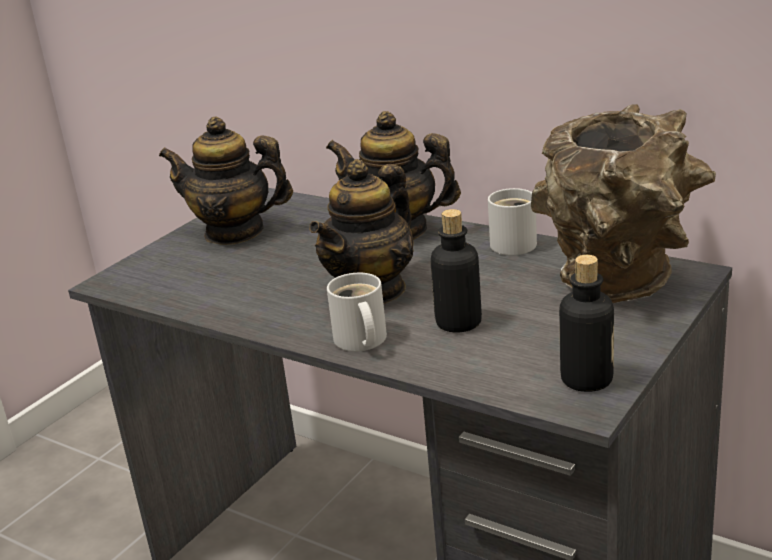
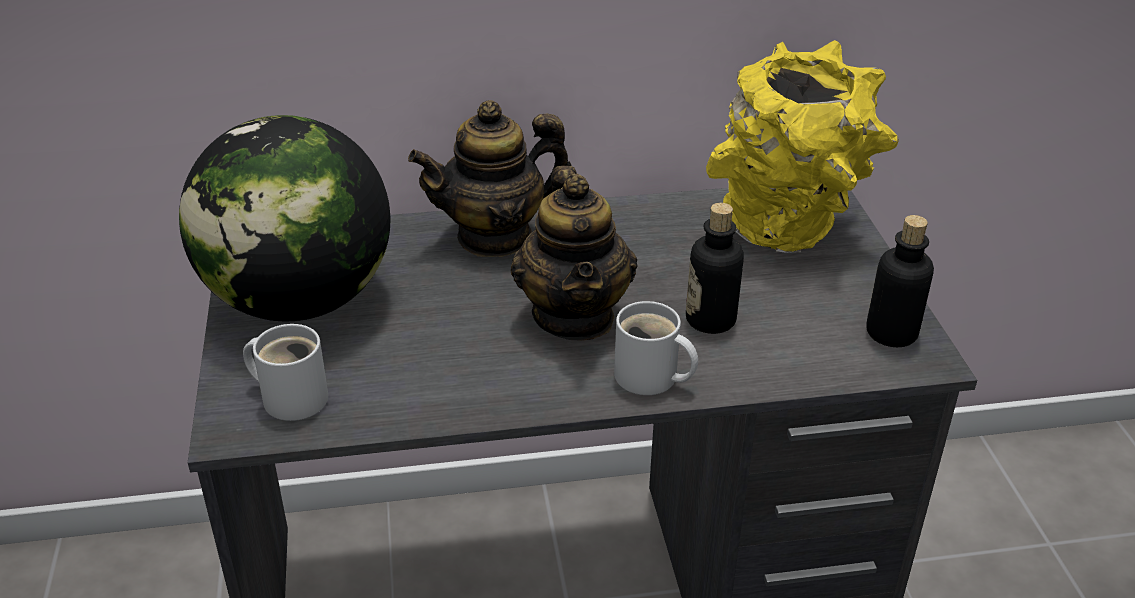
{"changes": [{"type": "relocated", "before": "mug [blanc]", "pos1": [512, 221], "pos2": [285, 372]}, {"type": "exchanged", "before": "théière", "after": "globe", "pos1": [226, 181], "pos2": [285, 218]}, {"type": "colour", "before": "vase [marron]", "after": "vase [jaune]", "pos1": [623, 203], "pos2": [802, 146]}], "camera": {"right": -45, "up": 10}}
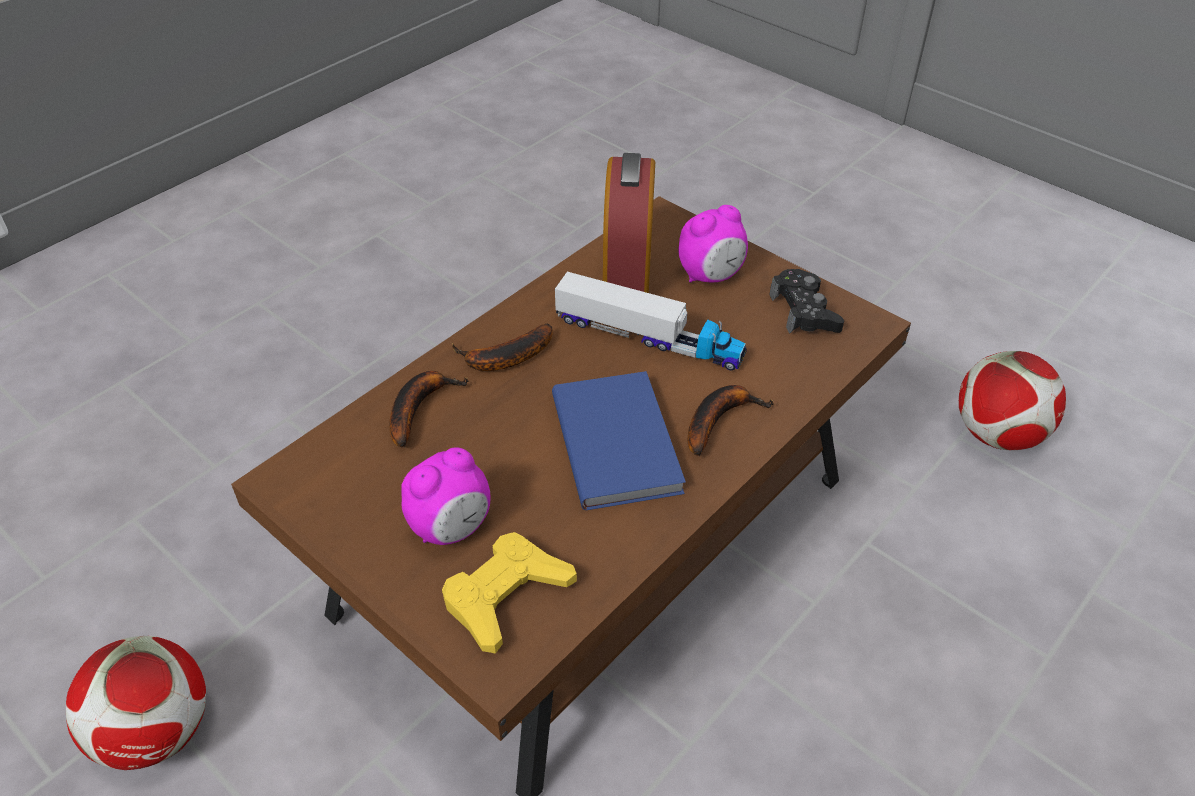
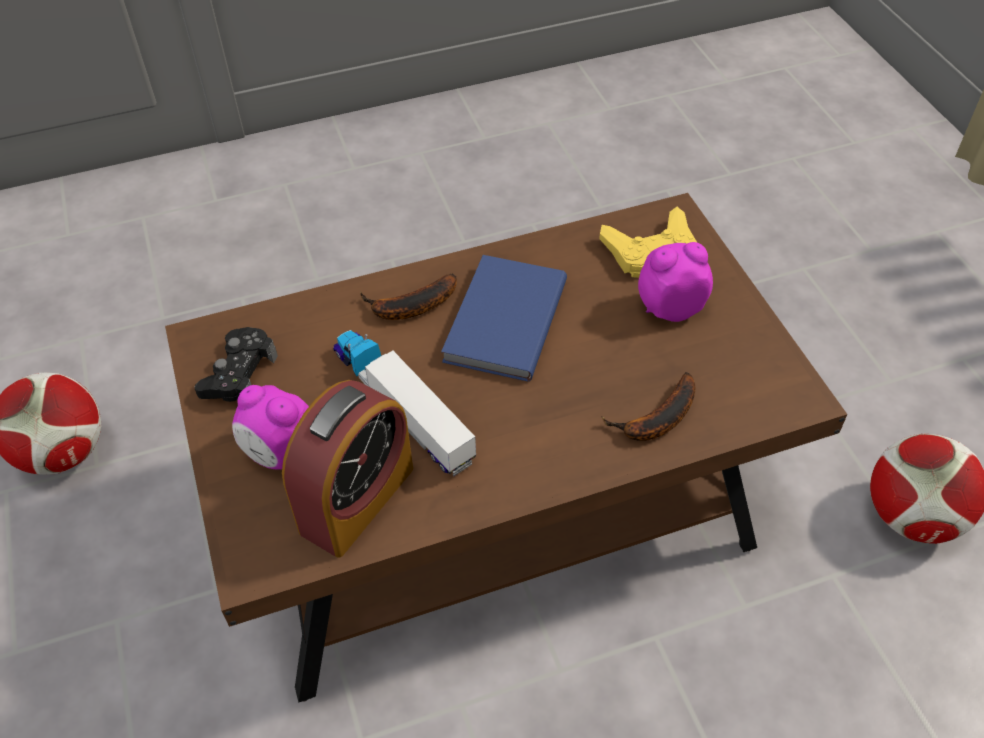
{"changes": [{"type": "missing", "before": "banane", "pos1": [501, 347]}, {"type": "spun", "before": "réveil", "pos1": [713, 244], "pos2": [270, 427], "turn": -150}], "camera": {"right": -150, "up": 5}}
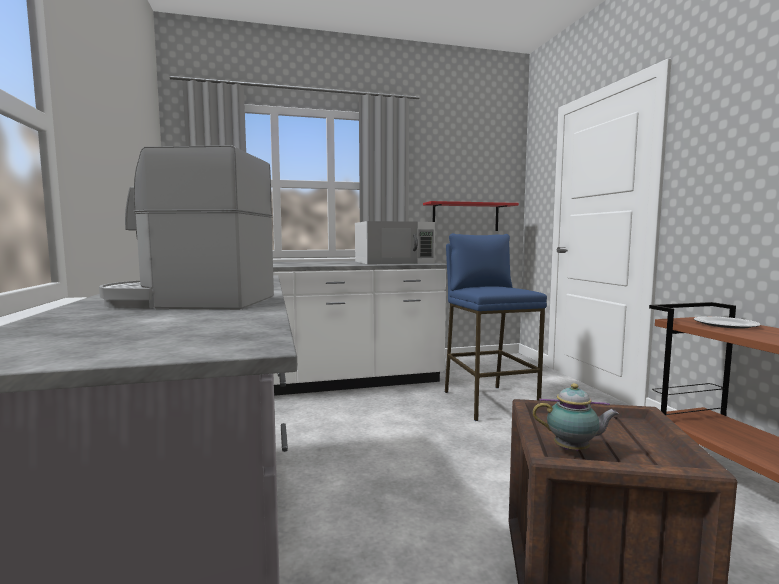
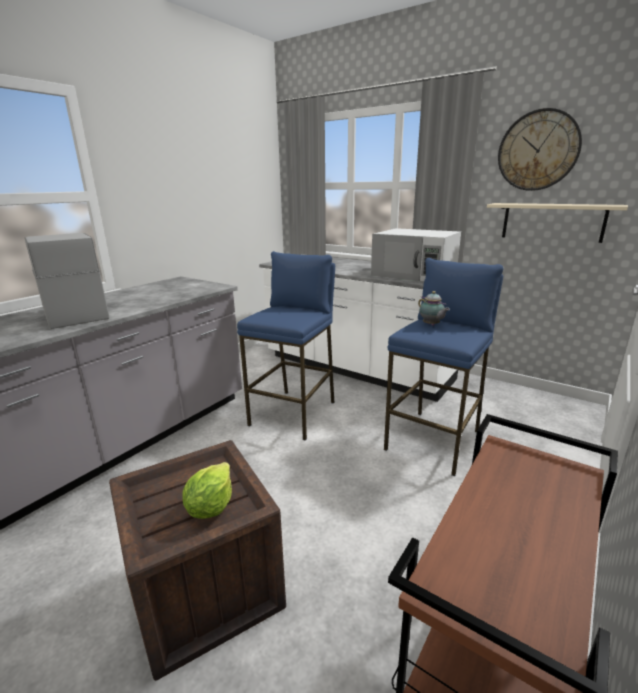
{"changes": [{"type": "missing", "before": "assiette", "pos1": [727, 322]}, {"type": "appeared", "after": "laitue", "pos2": [207, 490]}, {"type": "appeared", "after": "tabouret [bleu]", "pos2": [286, 345]}, {"type": "appeared", "after": "horloge murale", "pos2": [540, 149]}, {"type": "relocated", "before": "théière", "pos1": [575, 417], "pos2": [434, 308]}, {"type": "colour", "before": "étagère [rouge]", "after": "étagère [beige]", "pos1": [471, 216], "pos2": [557, 223]}], "camera": {"right": 50, "up": 15}}
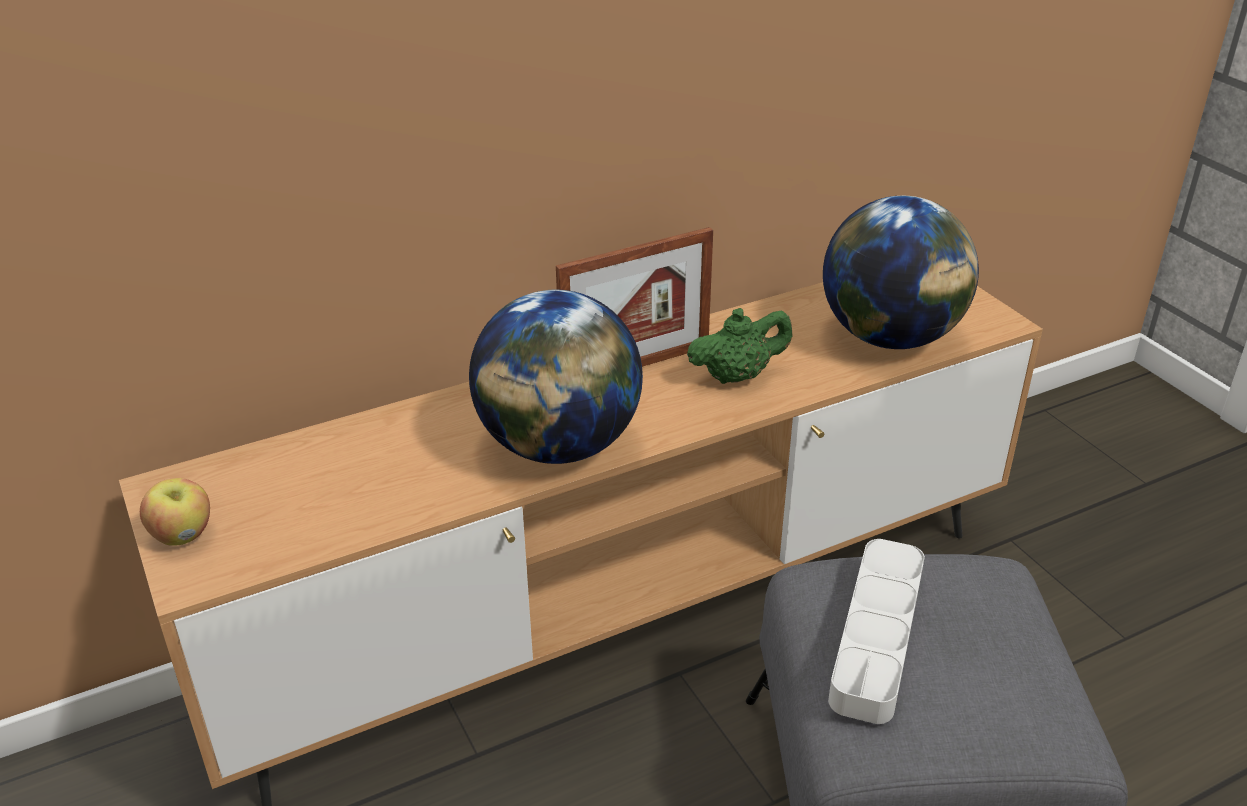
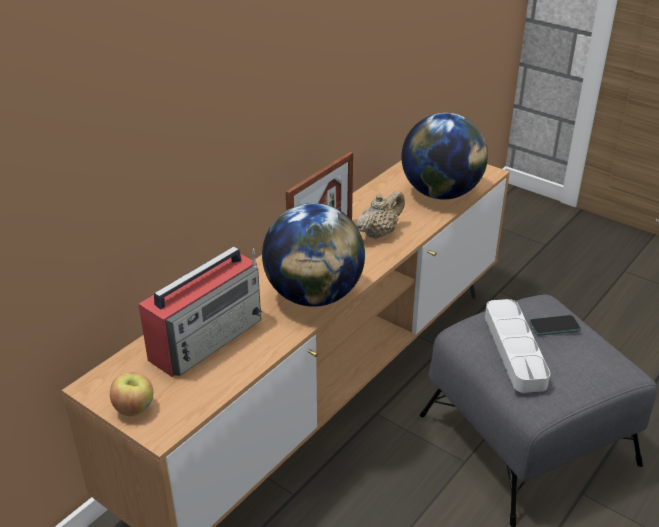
{"changes": [{"type": "appeared", "after": "radio", "pos2": [200, 311]}, {"type": "appeared", "after": "téléphone", "pos2": [555, 325]}, {"type": "colour", "before": "théière [vert]", "after": "théière [beige]", "pos1": [739, 346], "pos2": [380, 215]}], "camera": {"right": -25, "up": 0}}
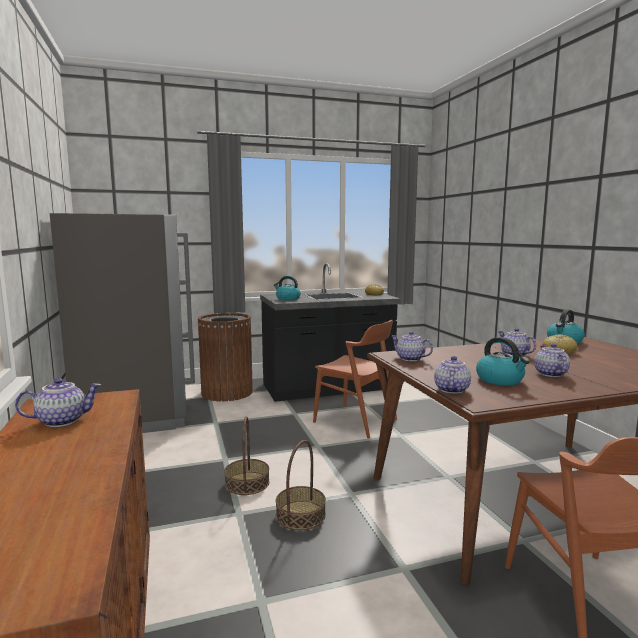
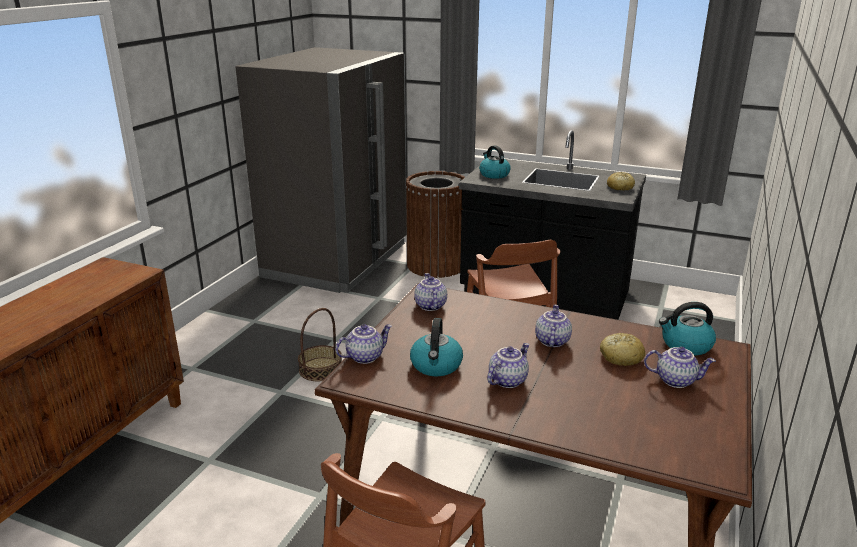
{"changes": [{"type": "missing", "before": "panier", "pos1": [301, 485]}, {"type": "relocated", "before": "théière", "pos1": [58, 402], "pos2": [680, 367]}], "camera": {"right": 40, "up": 15}}
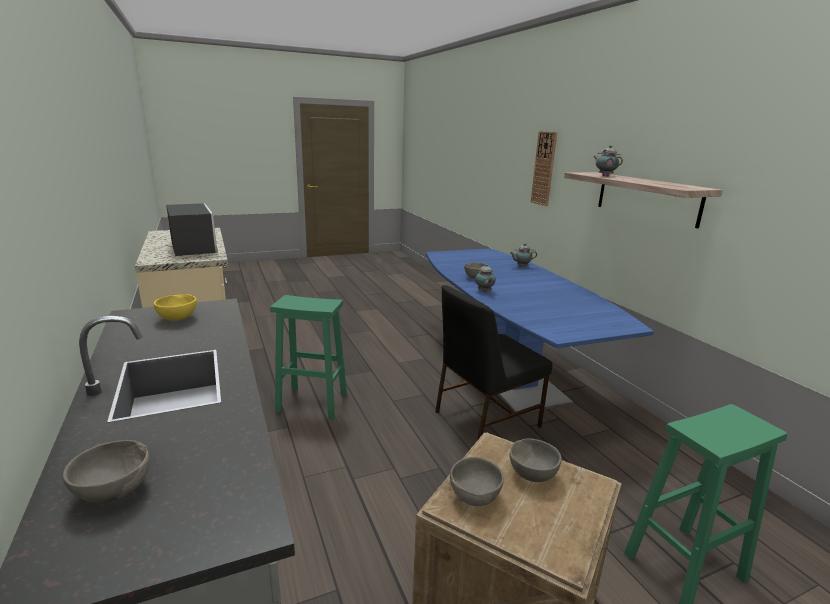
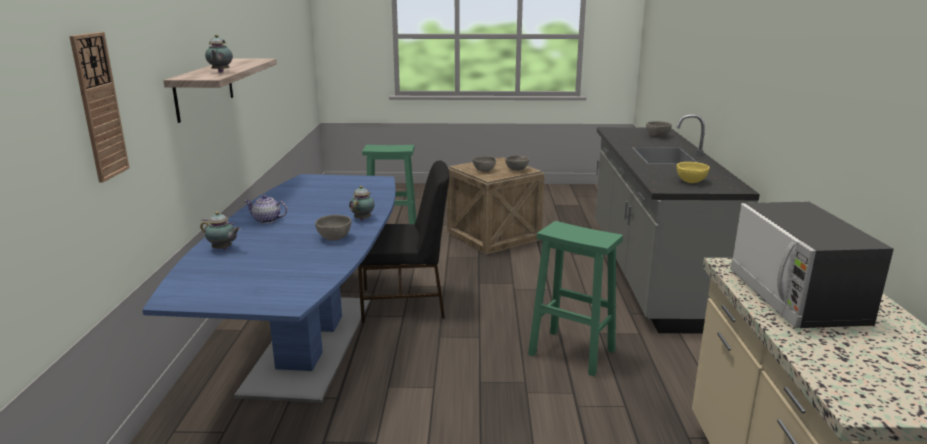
{"changes": [{"type": "appeared", "after": "théière", "pos2": [266, 209]}], "camera": {"right": -155, "up": 0}}
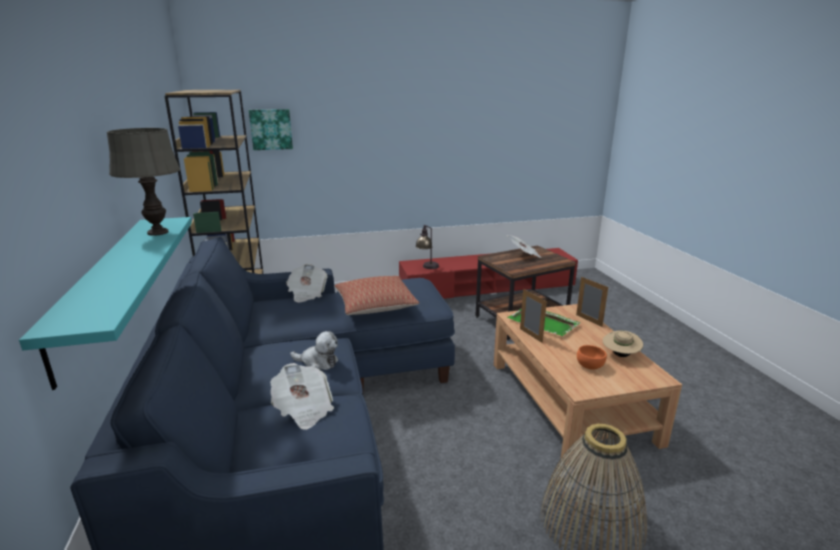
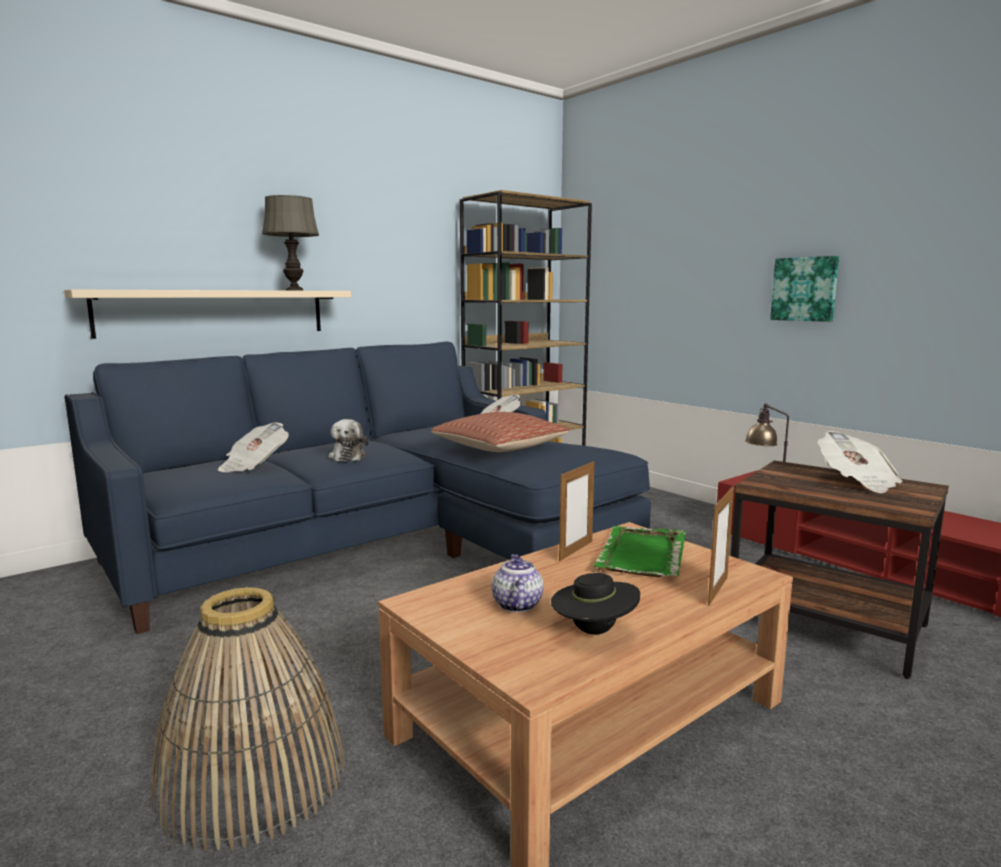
{"changes": [{"type": "relocated", "before": "tableau", "pos1": [271, 129], "pos2": [804, 289]}, {"type": "exchanged", "before": "bol [orange]", "after": "théière", "pos1": [592, 357], "pos2": [517, 583]}, {"type": "colour", "before": "étagère [turquoise]", "after": "étagère [beige]", "pos1": [105, 303], "pos2": [207, 314]}, {"type": "colour", "before": "chapeau [beige]", "after": "chapeau [noir]", "pos1": [623, 343], "pos2": [595, 600]}], "camera": {"right": 65, "up": -10}}
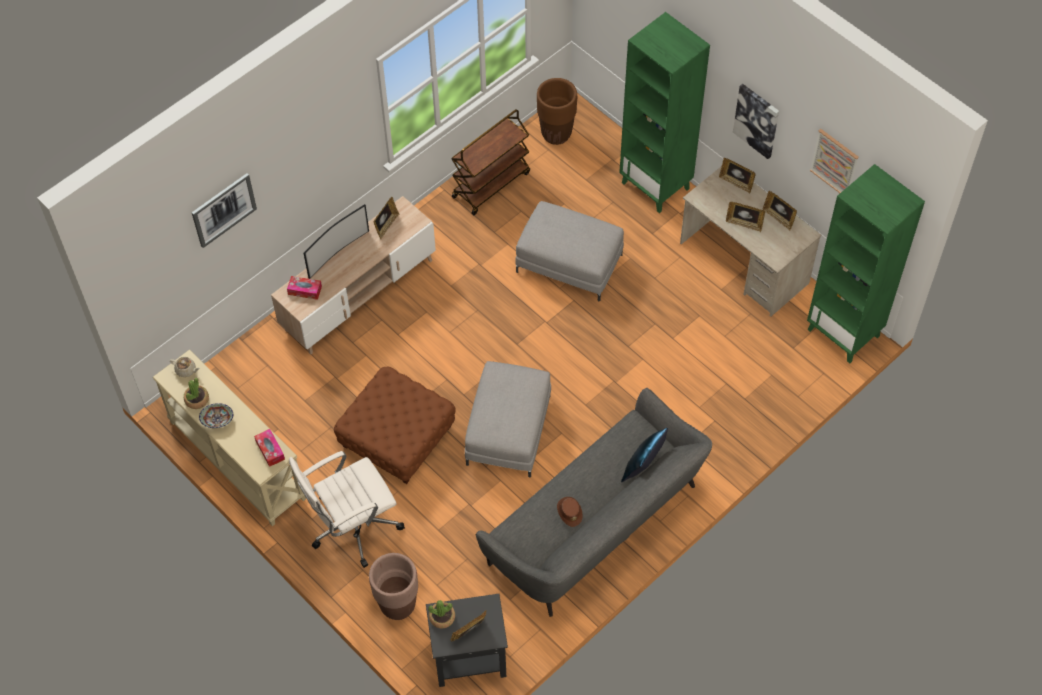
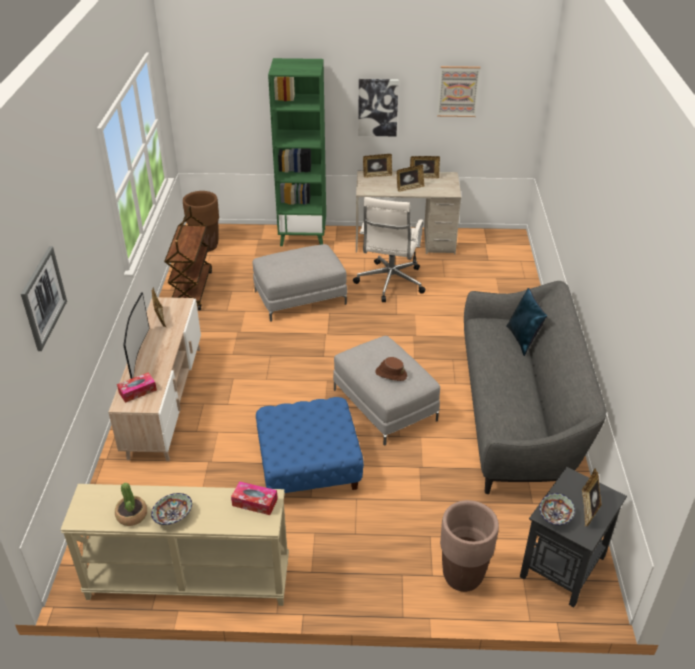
{"changes": [{"type": "missing", "before": "théière [beige]", "pos1": [185, 367]}, {"type": "missing", "before": "bibliothèque [vert]", "pos1": [866, 263]}, {"type": "relocated", "before": "chaise de bureau [blanc]", "pos1": [347, 509], "pos2": [389, 249]}, {"type": "relocated", "before": "chapeau [marron]", "pos1": [570, 512], "pos2": [391, 369]}, {"type": "exchanged", "before": "plante en pot", "after": "bol", "pos1": [441, 614], "pos2": [557, 509]}, {"type": "colour", "before": "pouf [marron]", "after": "pouf [bleu]", "pos1": [395, 425], "pos2": [310, 445]}], "camera": {"right": -45, "up": -20}}
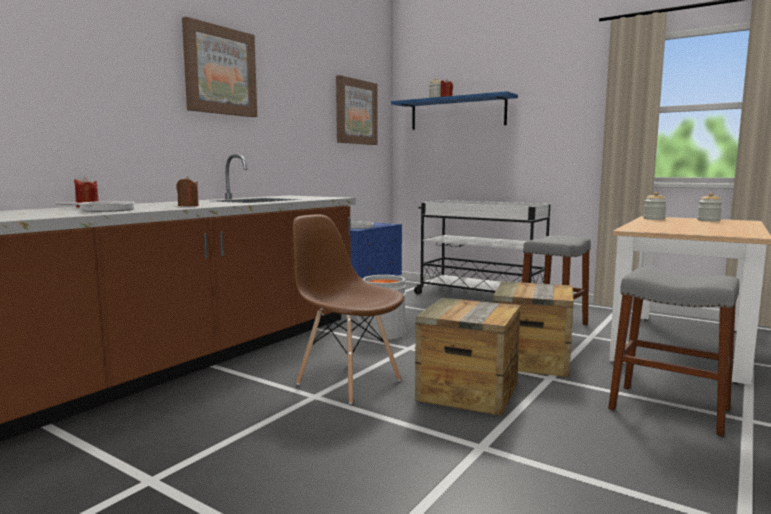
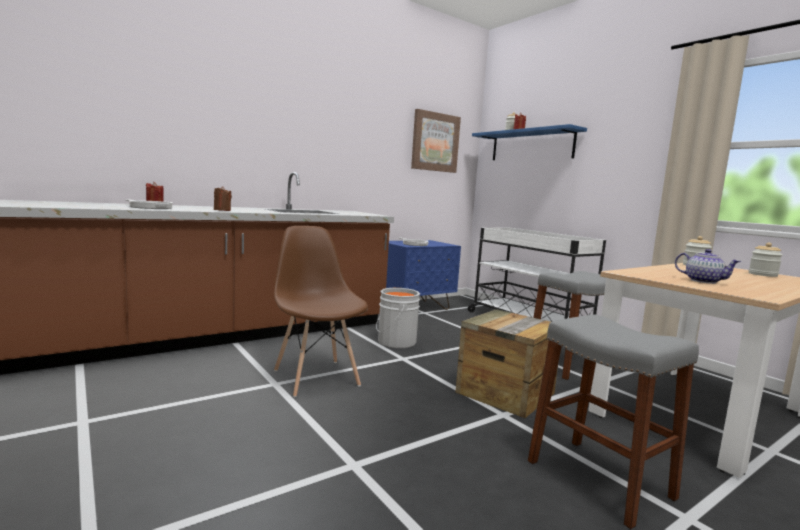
{"changes": [{"type": "missing", "before": "tableau", "pos1": [219, 67]}, {"type": "missing", "before": "caisse", "pos1": [468, 357]}, {"type": "appeared", "after": "théière", "pos2": [708, 266]}], "camera": {"right": 20, "up": 0}}
